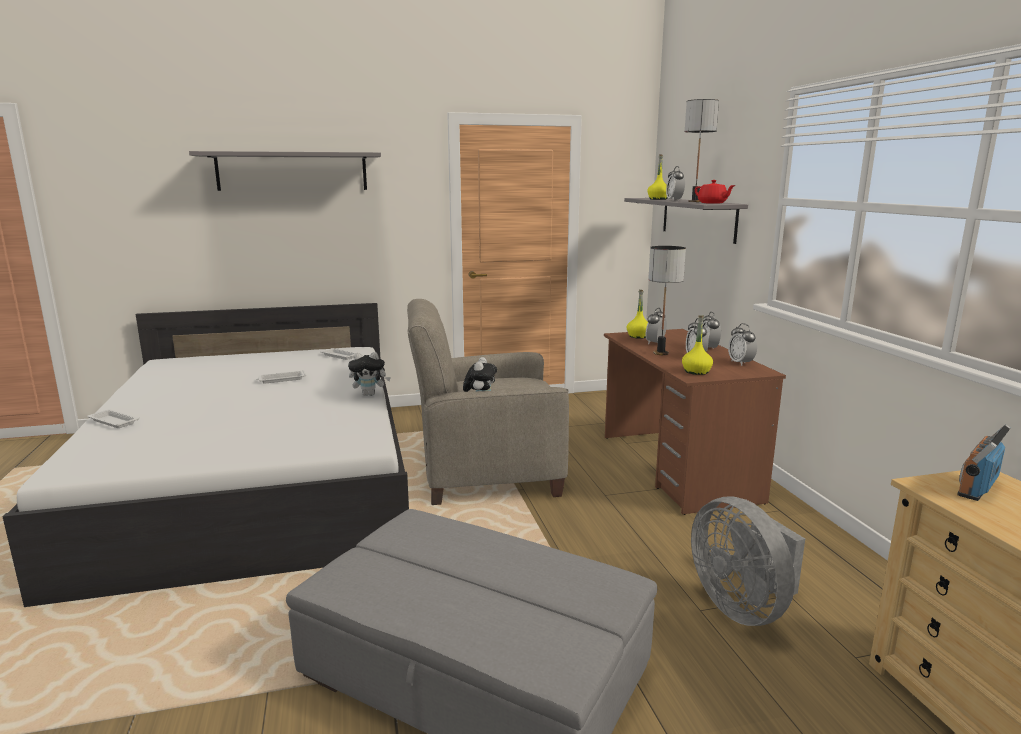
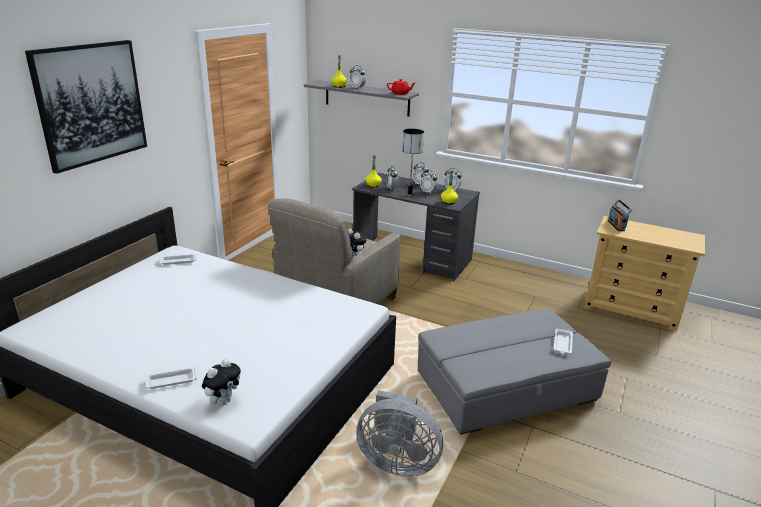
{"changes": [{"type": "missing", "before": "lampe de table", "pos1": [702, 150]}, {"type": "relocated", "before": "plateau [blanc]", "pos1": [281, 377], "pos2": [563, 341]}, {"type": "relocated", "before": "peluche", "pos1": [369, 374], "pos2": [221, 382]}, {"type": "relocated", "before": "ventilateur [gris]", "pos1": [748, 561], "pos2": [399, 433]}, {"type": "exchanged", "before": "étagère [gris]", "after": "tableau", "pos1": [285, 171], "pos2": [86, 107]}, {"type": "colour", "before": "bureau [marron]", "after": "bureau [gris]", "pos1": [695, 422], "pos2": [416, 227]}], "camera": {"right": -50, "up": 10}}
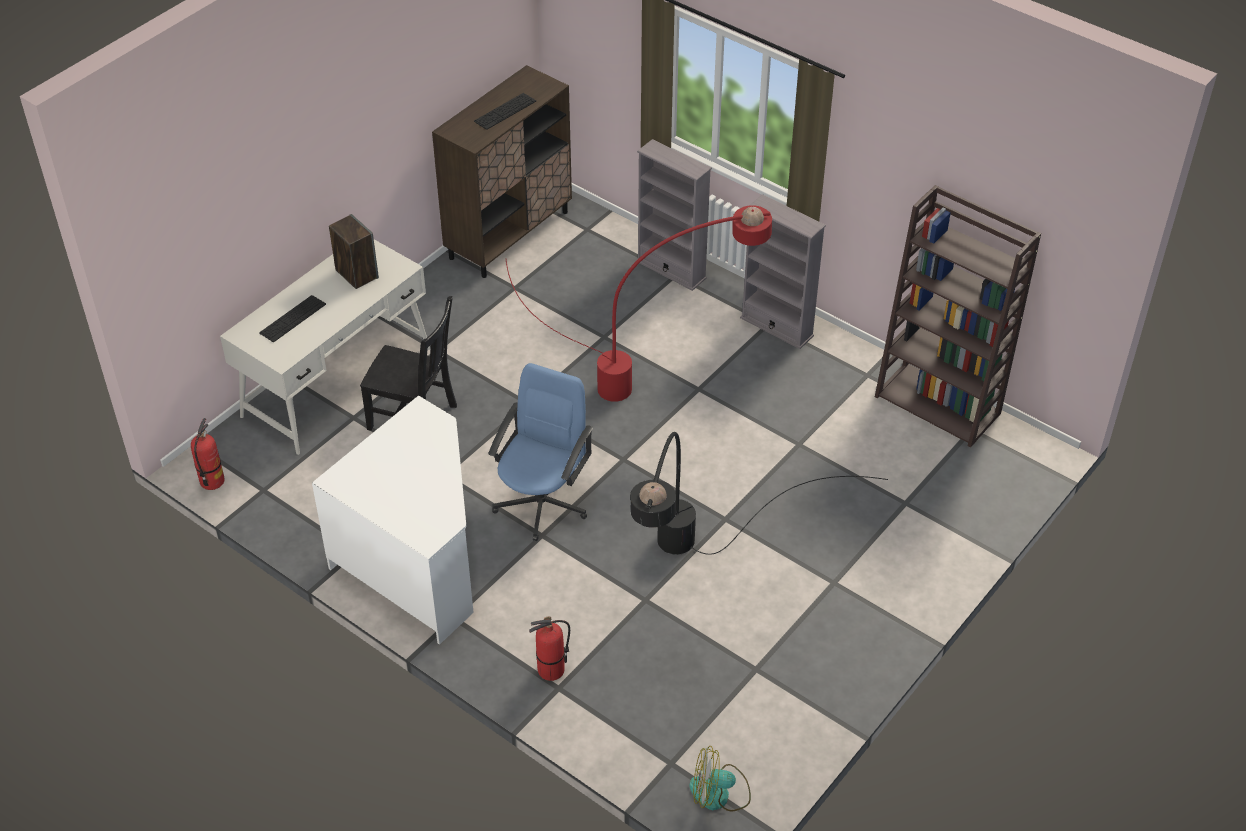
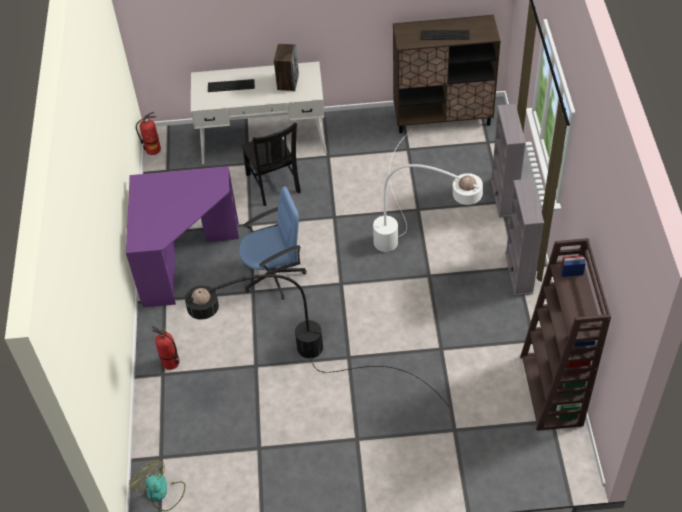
{"changes": [{"type": "colour", "before": "bureau [blanc]", "after": "bureau [violet]", "pos1": [393, 520], "pos2": [182, 236]}, {"type": "colour", "before": "lampadaire [rouge]", "after": "lampadaire [blanc]", "pos1": [639, 303], "pos2": [428, 190]}], "camera": {"right": 50, "up": 5}}
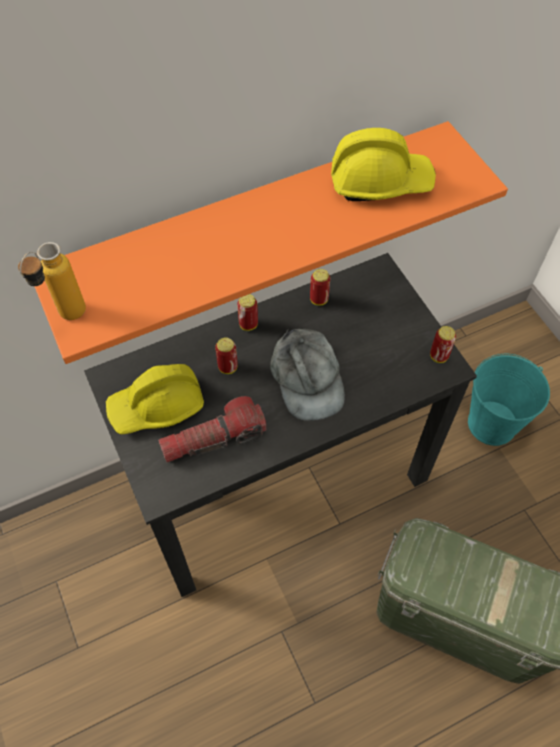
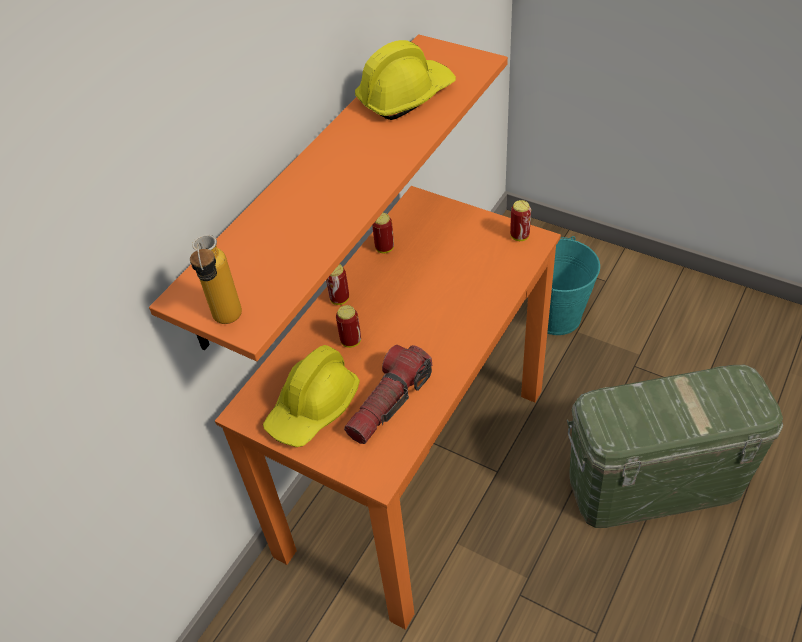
{"changes": [{"type": "missing", "before": "casquette [gris]", "pos1": [307, 375]}, {"type": "colour", "before": "bureau [noir]", "after": "bureau [orange]", "pos1": [280, 425], "pos2": [388, 408]}], "camera": {"right": -30, "up": -10}}
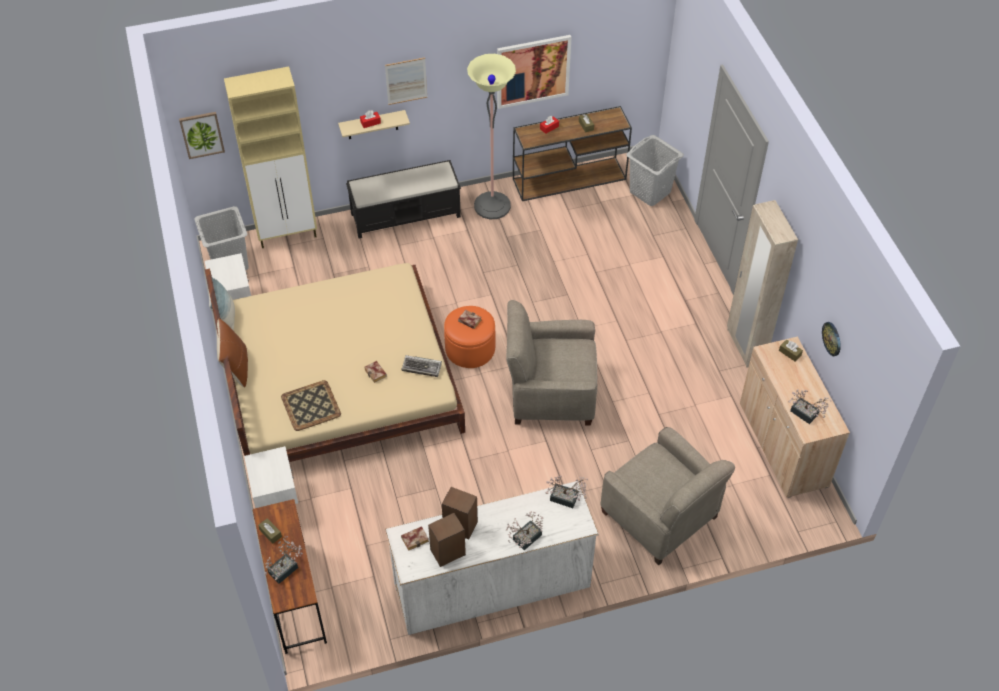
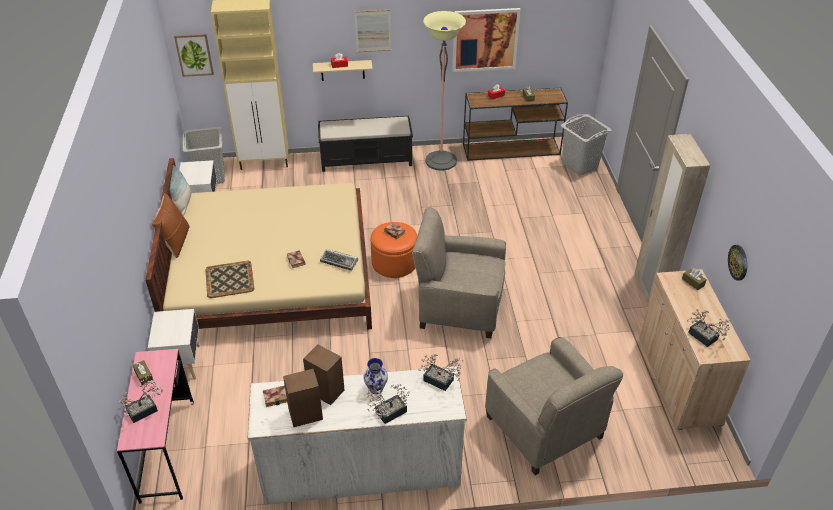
{"changes": [{"type": "appeared", "after": "vase", "pos2": [375, 376]}, {"type": "colour", "before": "bureau [marron]", "after": "bureau [rose]", "pos1": [290, 576], "pos2": [155, 426]}], "camera": {"right": 10, "up": -10}}
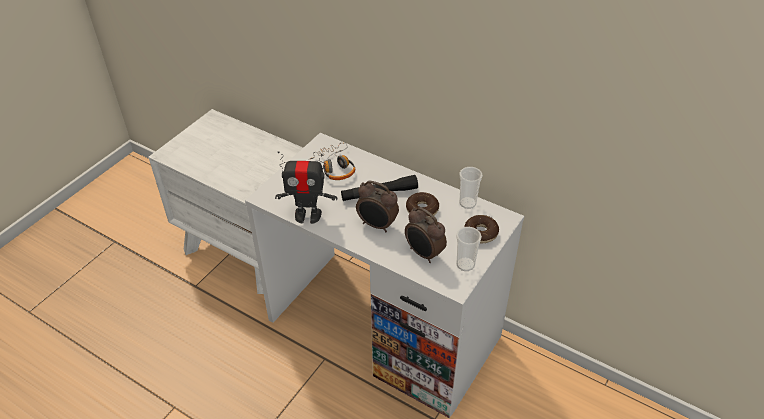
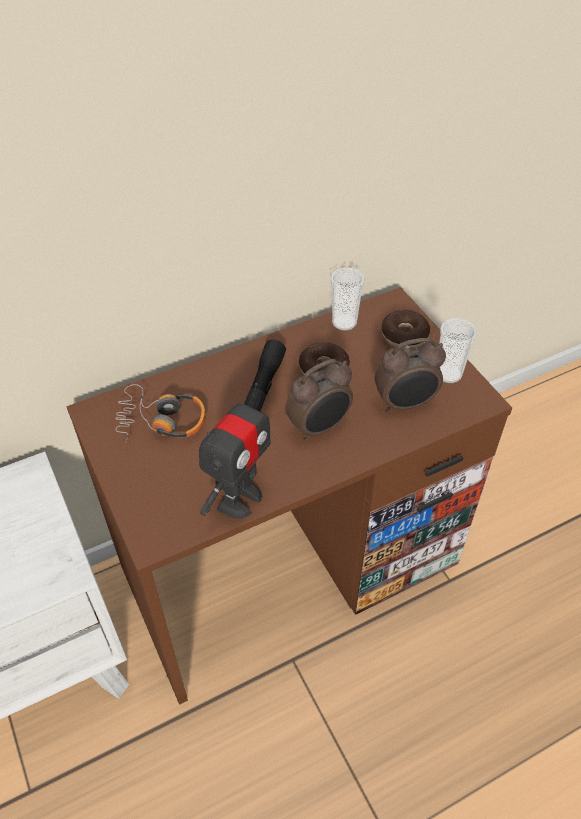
{"changes": [{"type": "colour", "before": "bureau [blanc]", "after": "bureau [marron]", "pos1": [384, 275], "pos2": [289, 496]}], "camera": {"right": -60, "up": 5}}
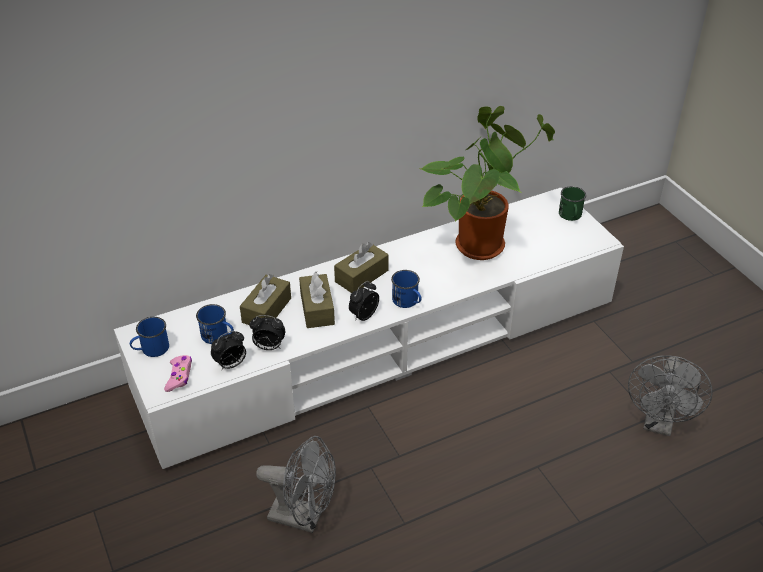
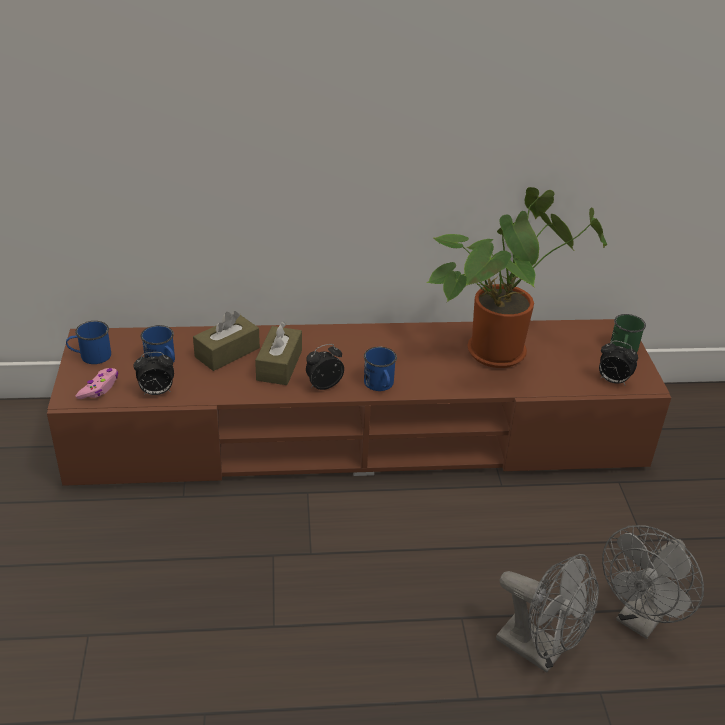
{"changes": [{"type": "missing", "before": "boîte à mouchoirs [marron]", "pos1": [361, 267]}, {"type": "relocated", "before": "réveil", "pos1": [267, 332], "pos2": [618, 362]}, {"type": "relocated", "before": "ventilateur [gris]", "pos1": [296, 484], "pos2": [547, 613]}, {"type": "colour", "before": "meuble télé [blanc]", "after": "meuble télé [marron]", "pos1": [369, 328], "pos2": [359, 402]}], "camera": {"right": 20, "up": -5}}
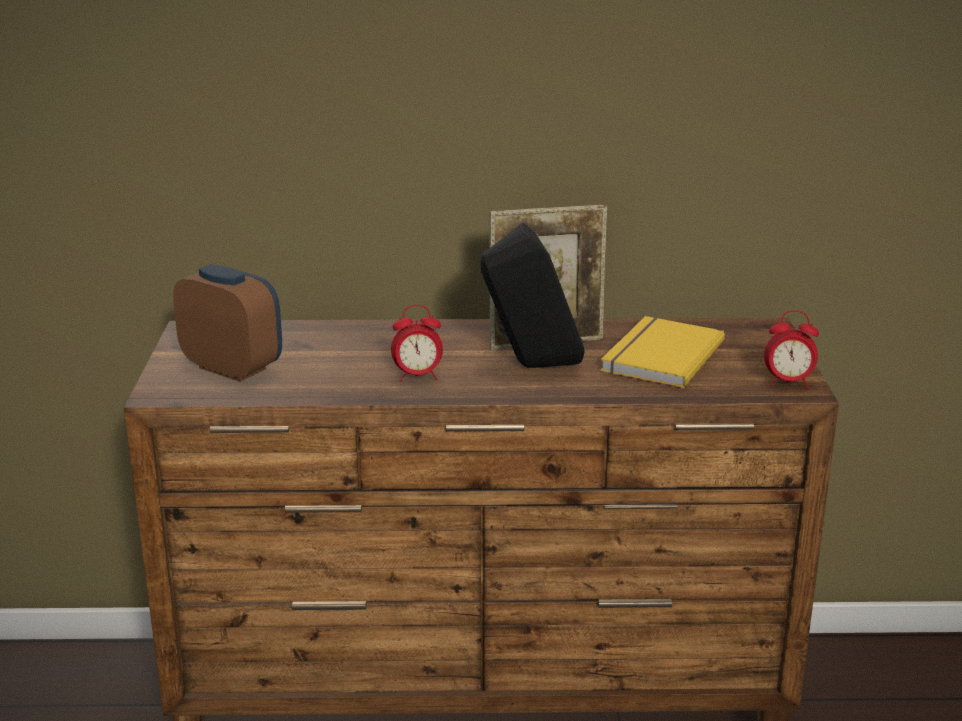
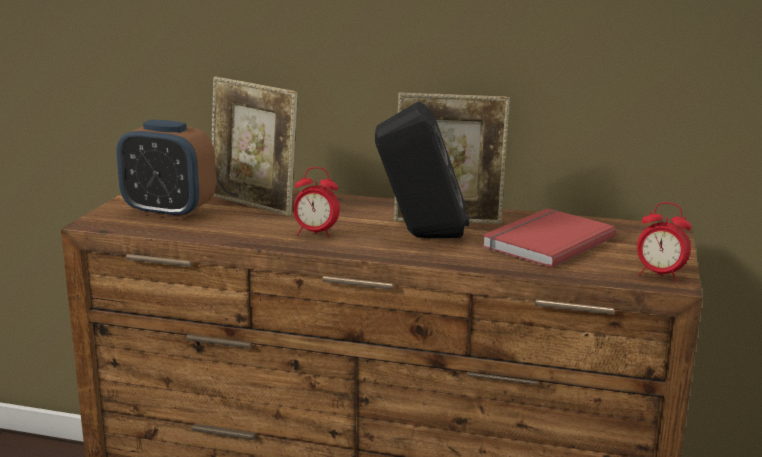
{"changes": [{"type": "appeared", "after": "cadre photo", "pos2": [255, 146]}, {"type": "colour", "before": "livre [jaune]", "after": "livre [rouge]", "pos1": [662, 352], "pos2": [549, 238]}, {"type": "spun", "before": "réveil", "pos1": [227, 323], "pos2": [166, 170], "turn": 150}], "camera": {"right": 15, "up": -5}}
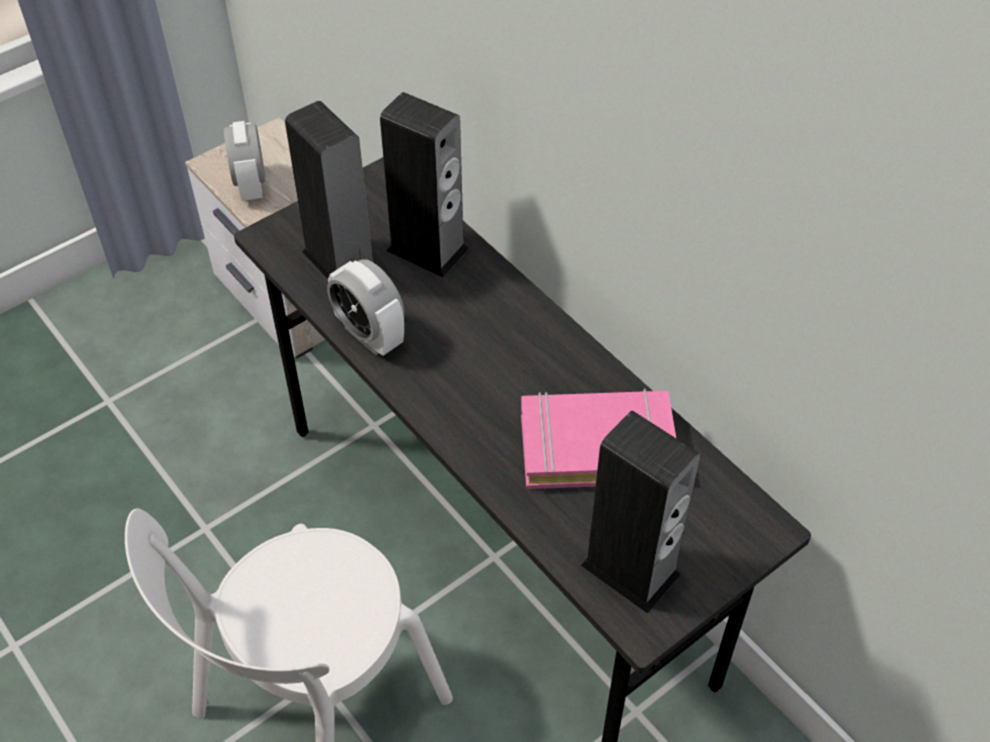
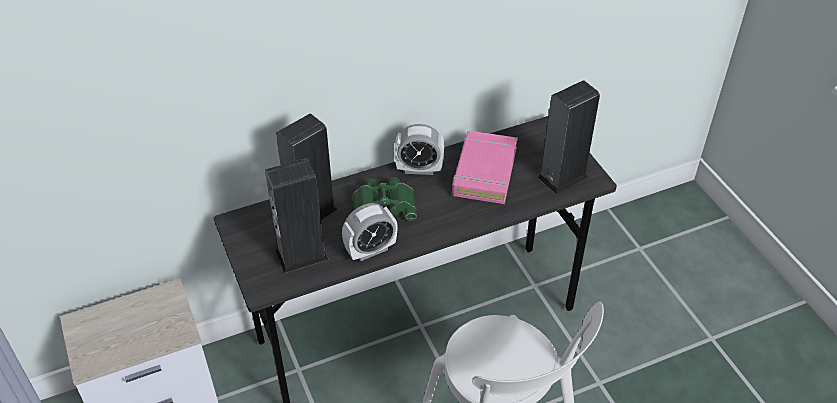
{"changes": [{"type": "appeared", "after": "jumelles [vert]", "pos2": [385, 199]}, {"type": "relocated", "before": "réveil", "pos1": [244, 161], "pos2": [419, 149]}], "camera": {"right": -75, "up": -5}}
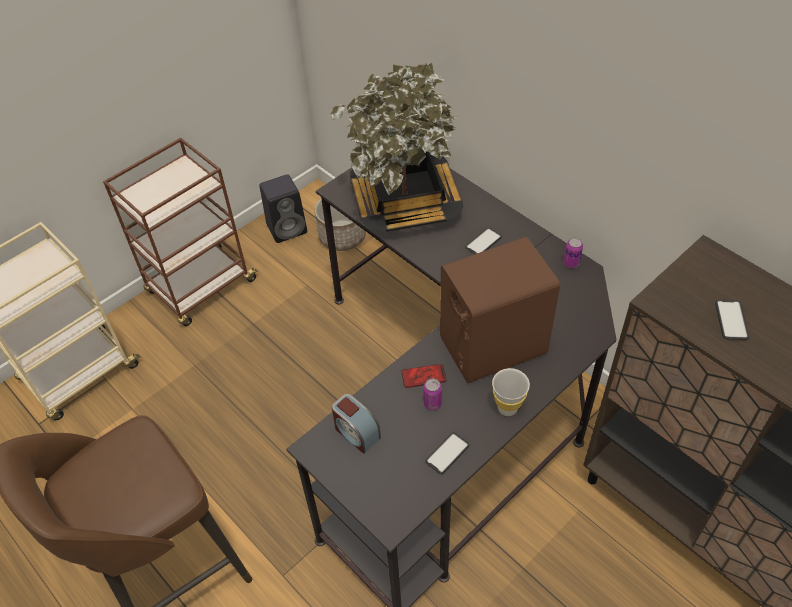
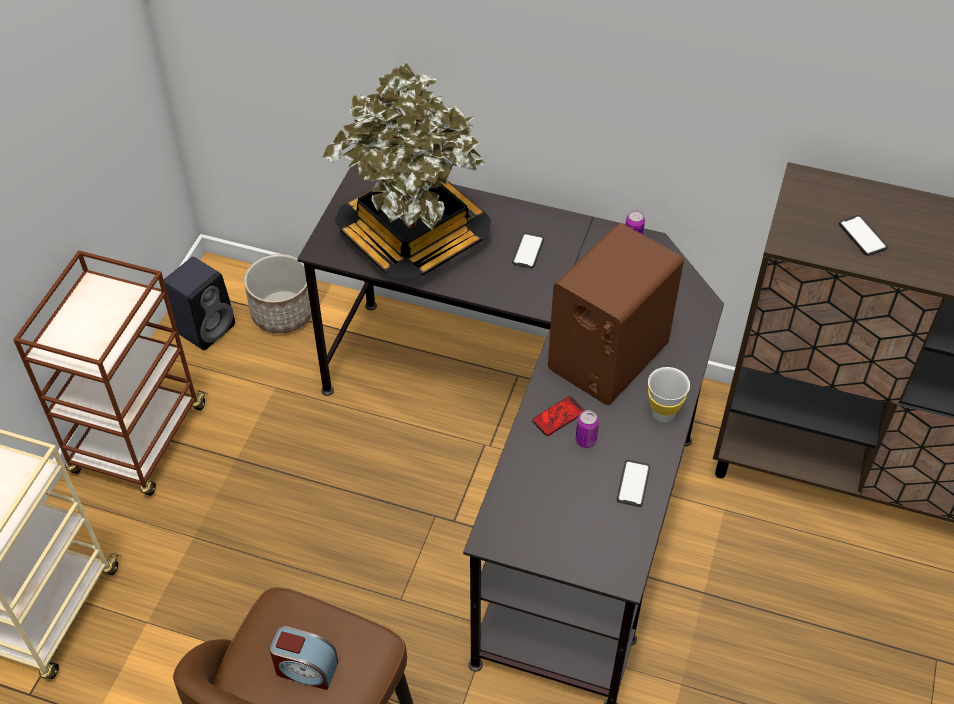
{"changes": [{"type": "relocated", "before": "réveil", "pos1": [356, 424], "pos2": [303, 658]}], "camera": {"right": -30, "up": 0}}
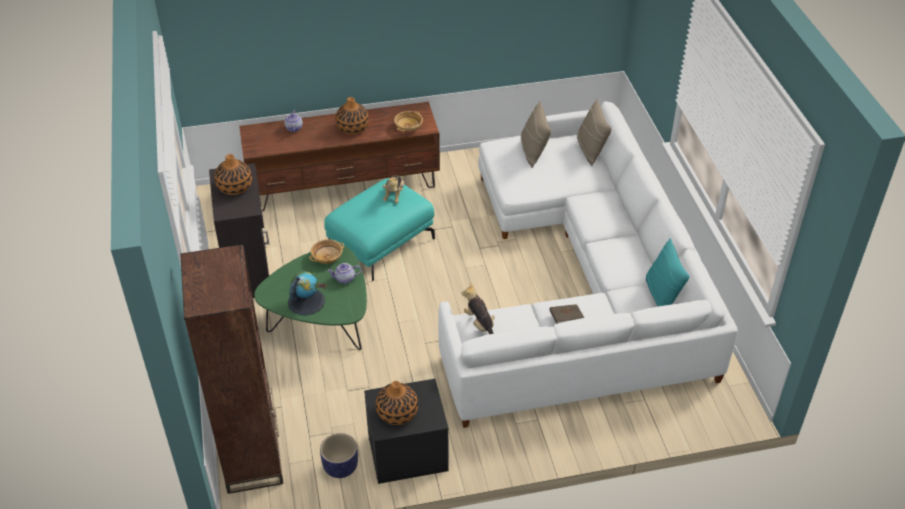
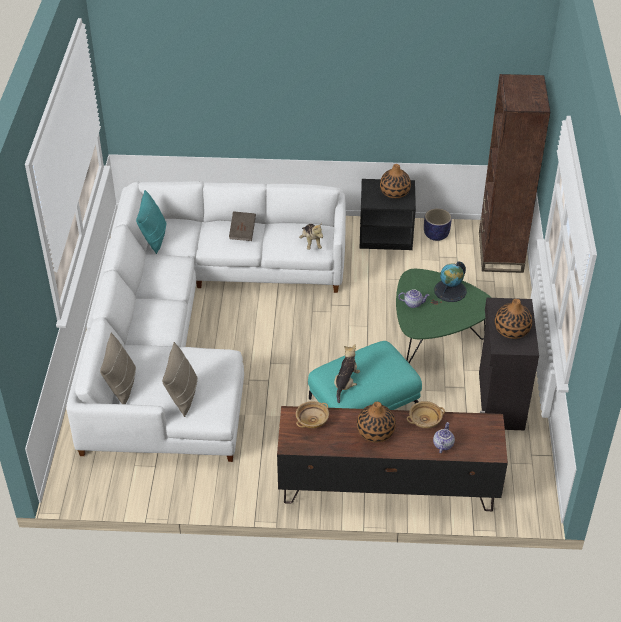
{"changes": [{"type": "relocated", "before": "bol [beige]", "pos1": [326, 251], "pos2": [426, 414]}], "camera": {"right": -165, "up": 0}}
